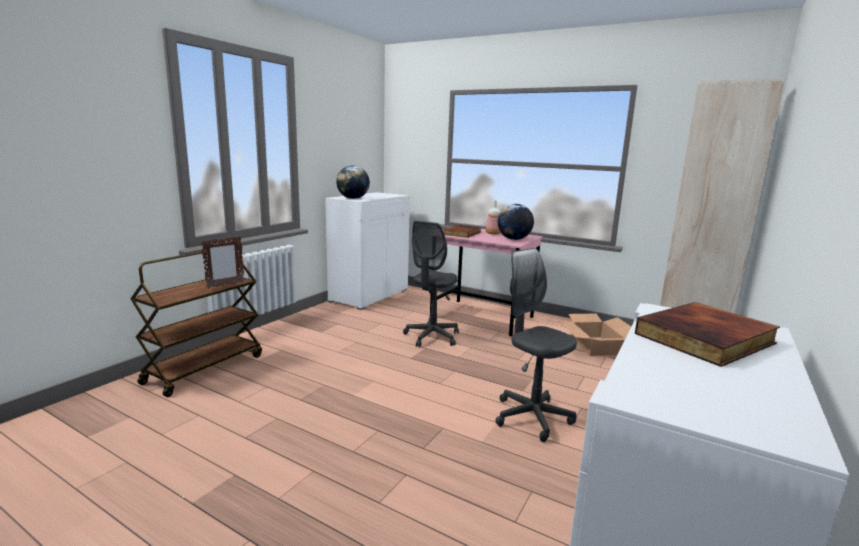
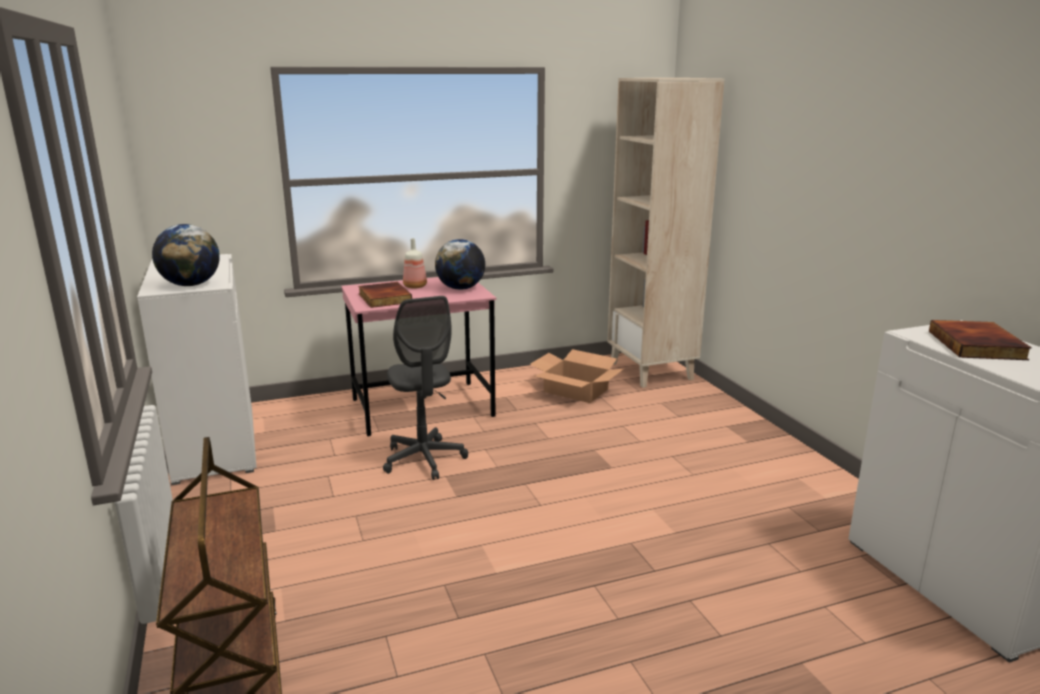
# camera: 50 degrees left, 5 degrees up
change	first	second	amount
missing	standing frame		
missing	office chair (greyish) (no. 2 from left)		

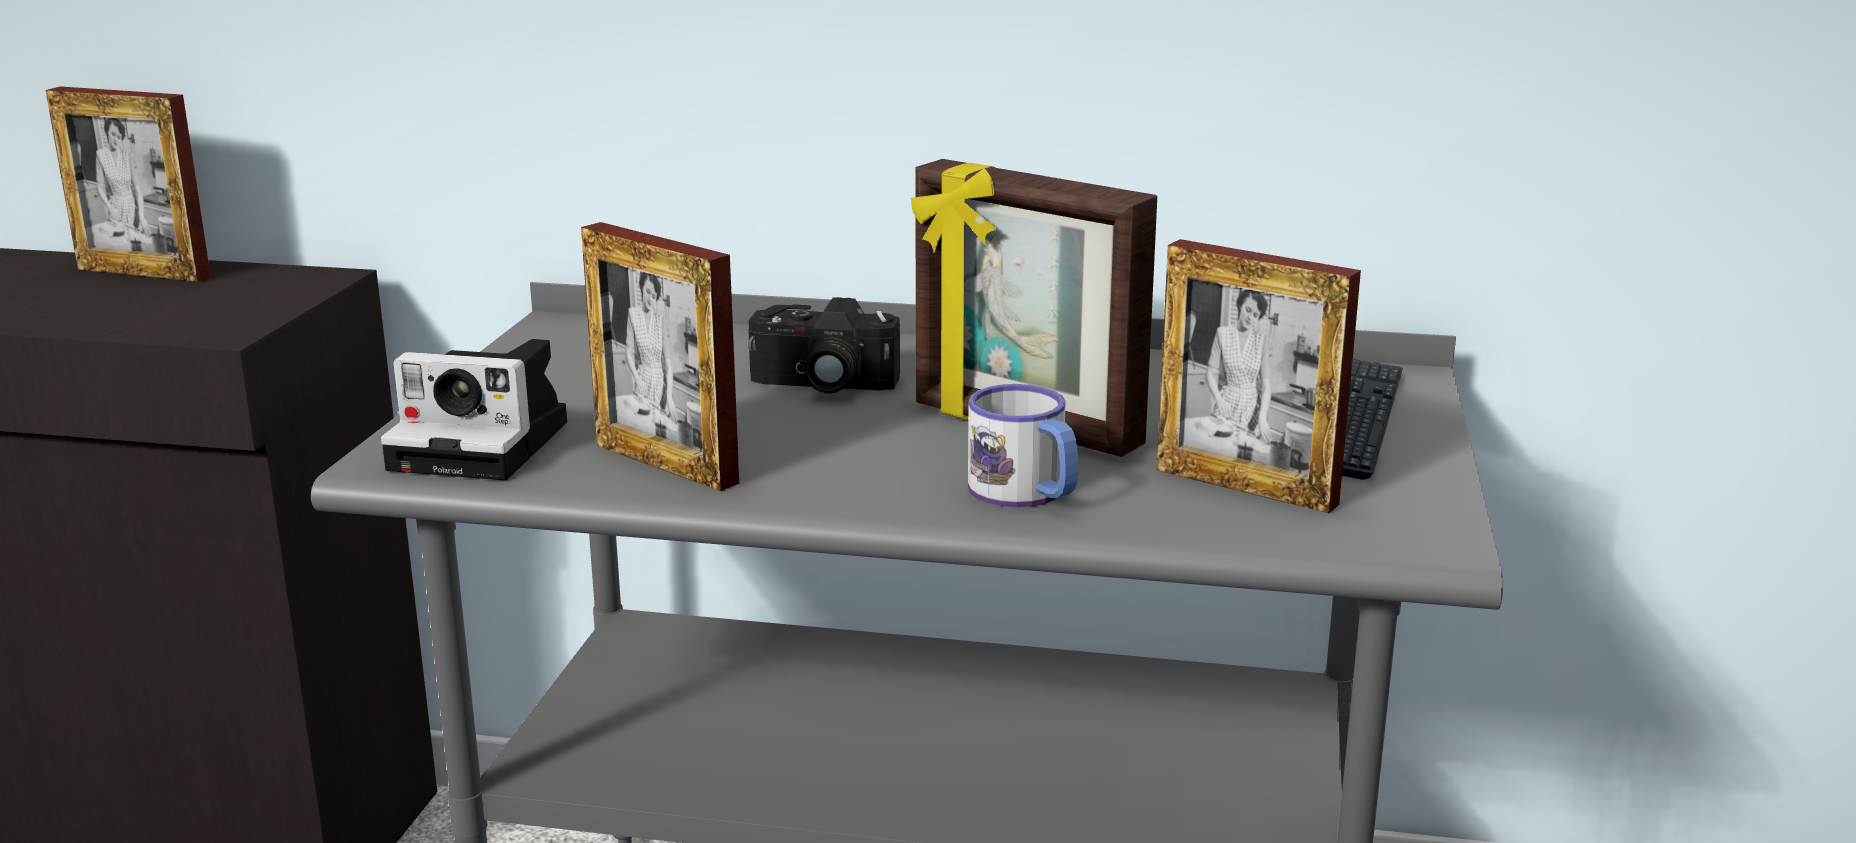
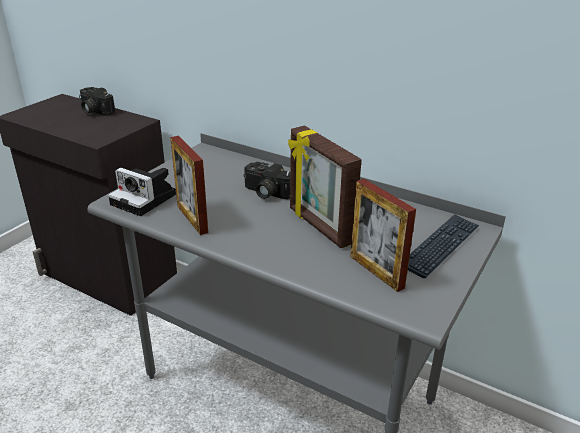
# camera: 20 degrees right, 10 degrees up
change	first	second	amount
exchanged	standing frame (no. 1 from left)	photo camera (no. 1 from left)	
missing	mug		

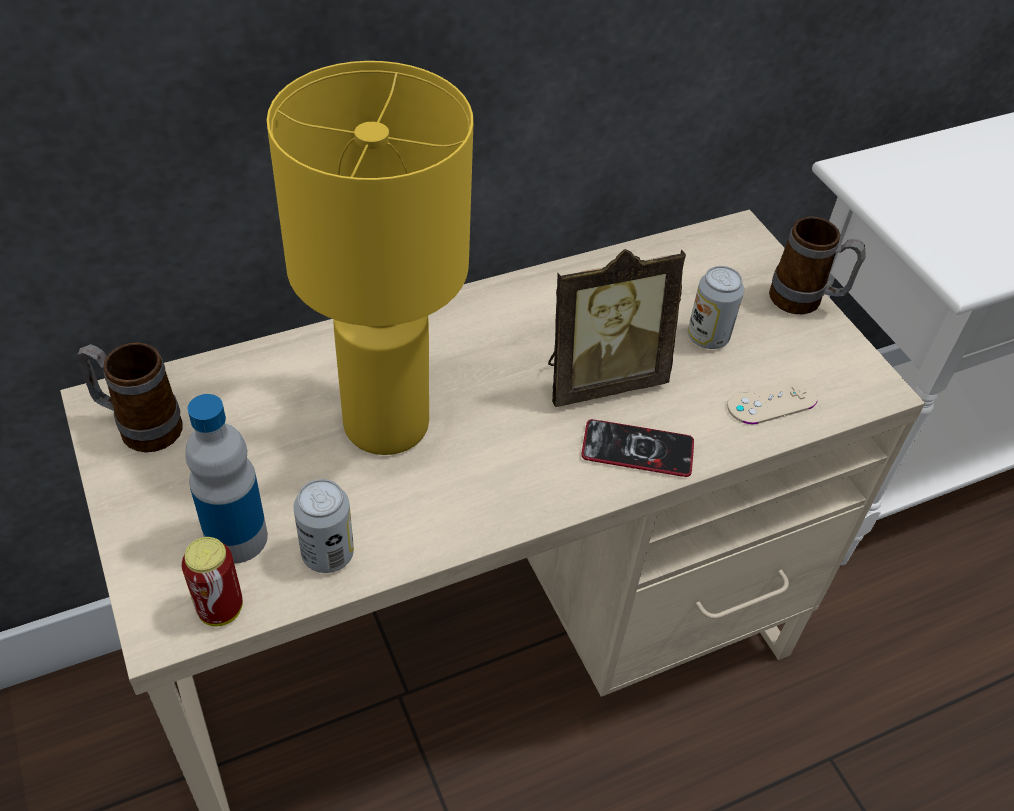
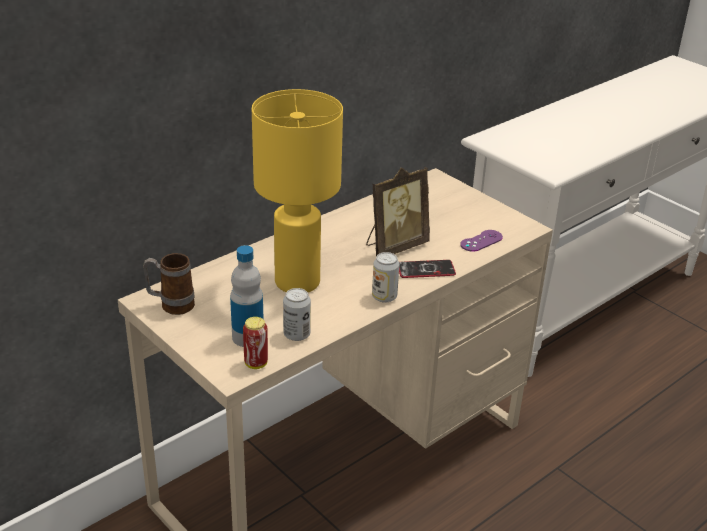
# camera: 15 degrees left, 15 degrees down
change	first	second	amount
relocated	sealed can (no. 3 from left)		
colour	game controller (beige)	game controller (purplish)	
missing	mug (no. 2 from left)		

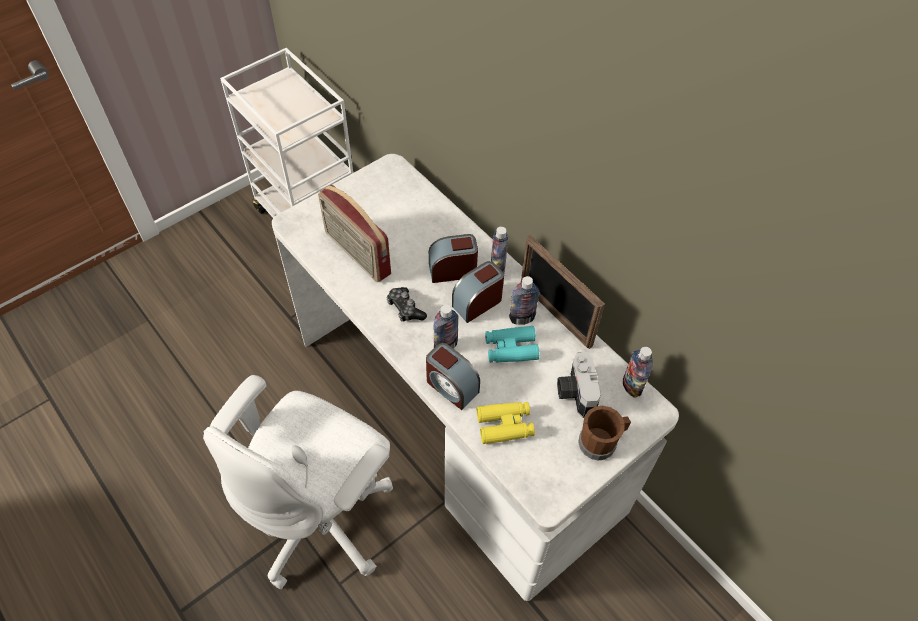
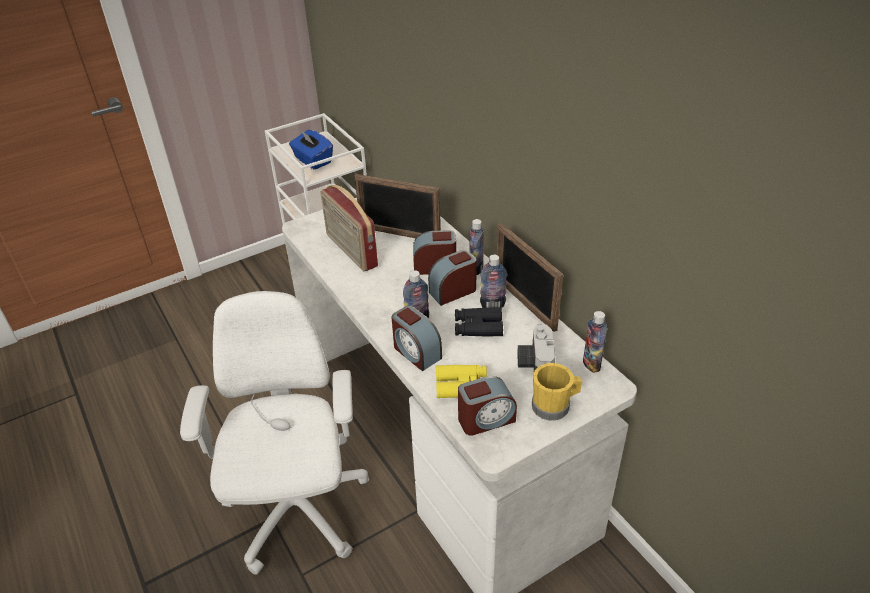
# camera: 10 degrees right, 15 degrees down
change	first	second	amount
spun	office chair (white)		135 degrees clockwise
appeared		box of tissues (blue-coloured)	
appeared		standing frame (no. 1 from left)	
colour	field glasses (turquoise)	field glasses (blackish)	
appeared		bedside clock (no. 4 from left)	
colour	mug (brownish)	mug (yellowish)	
missing	game controller		

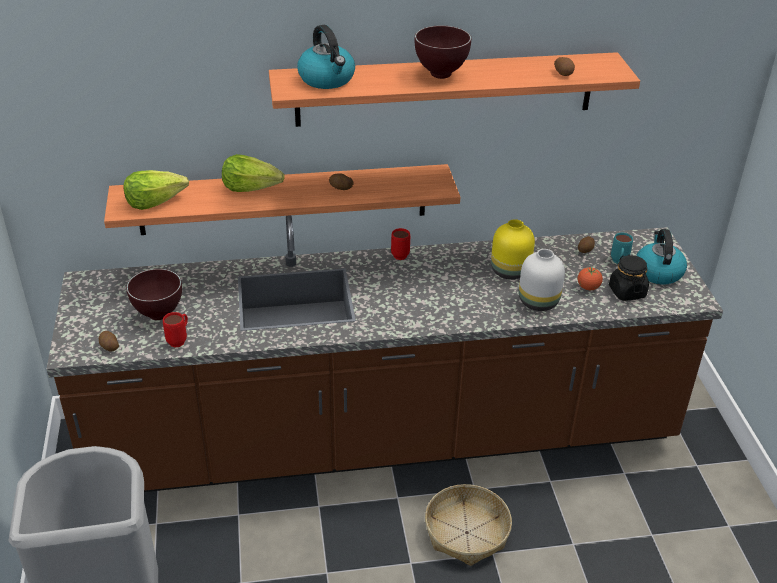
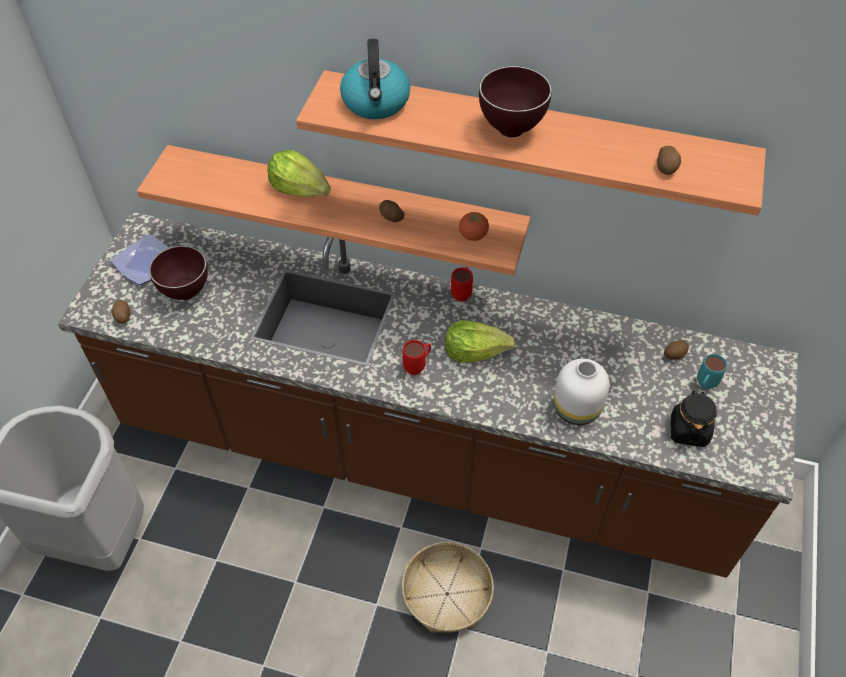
# camera: 25 degrees right, 15 degrees up
change	first	second	amount
appeared		plate	
relocated	mug (red-coloured) (no. 1 from left)		
relocated	lettuce (no. 1 from left in the first image)	lettuce (no. 2 from left)	
relocated	tomato		
missing	decorative vase (yellowish)		
missing	kettle (no. 2 from left)		

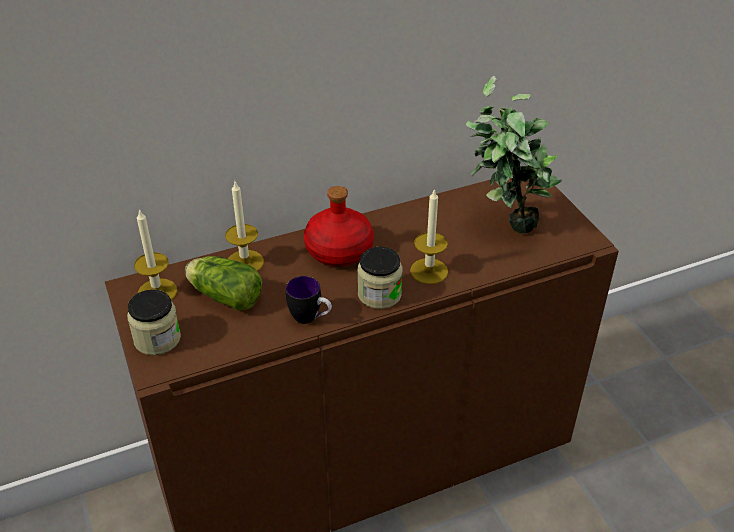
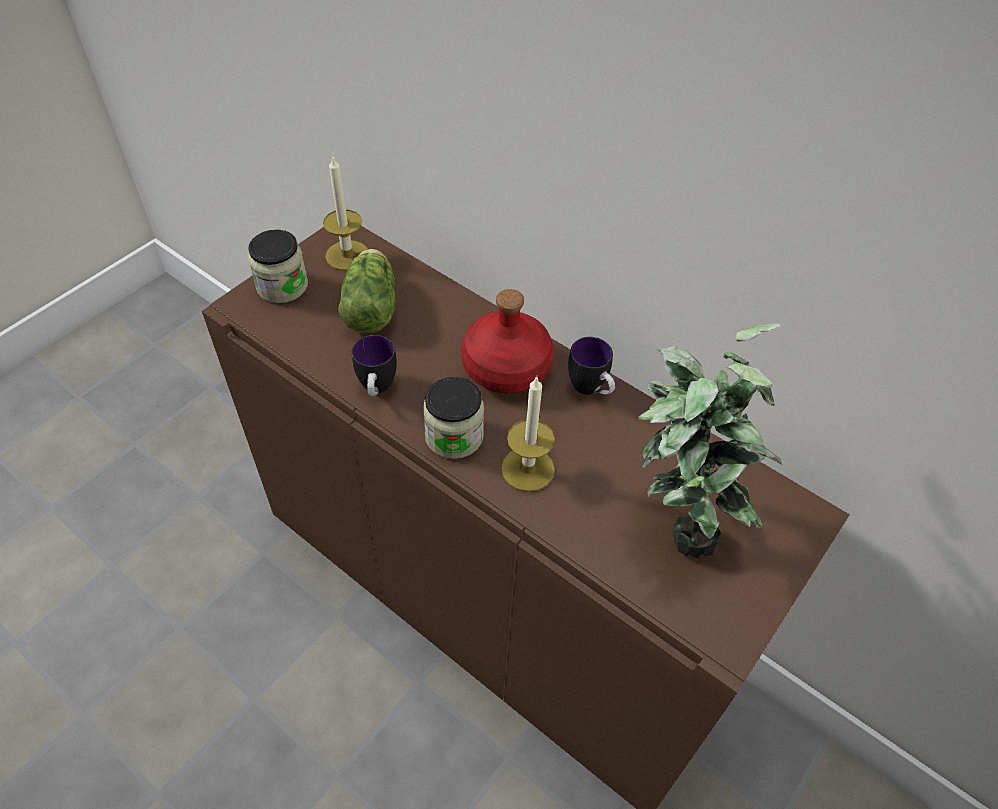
# camera: 60 degrees right, 10 degrees up
change	first	second	amount
appeared		mug (no. 2 from left)	
missing	wax light (no. 2 from left)		

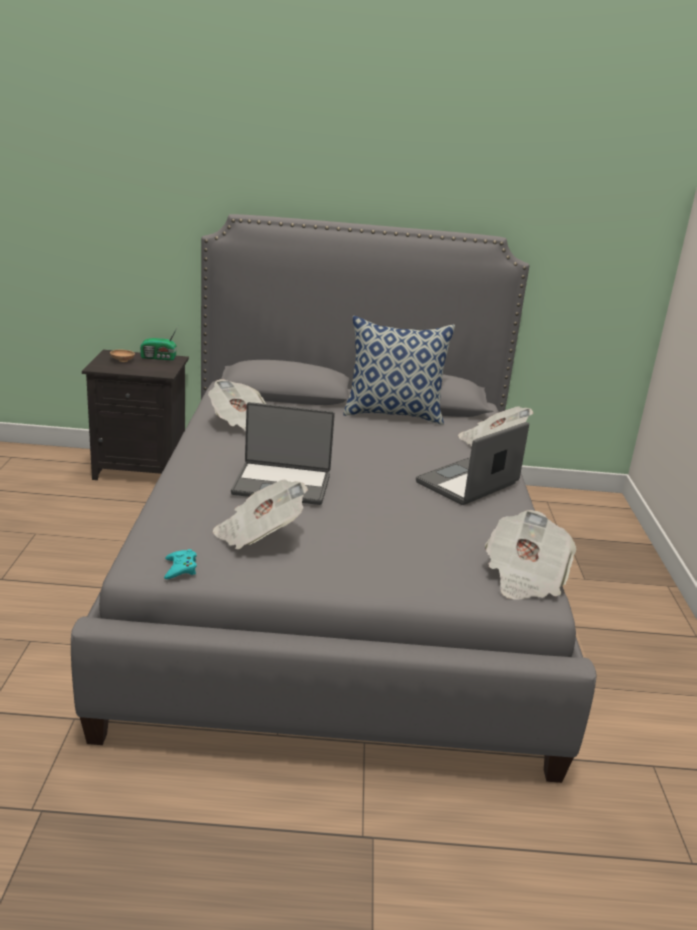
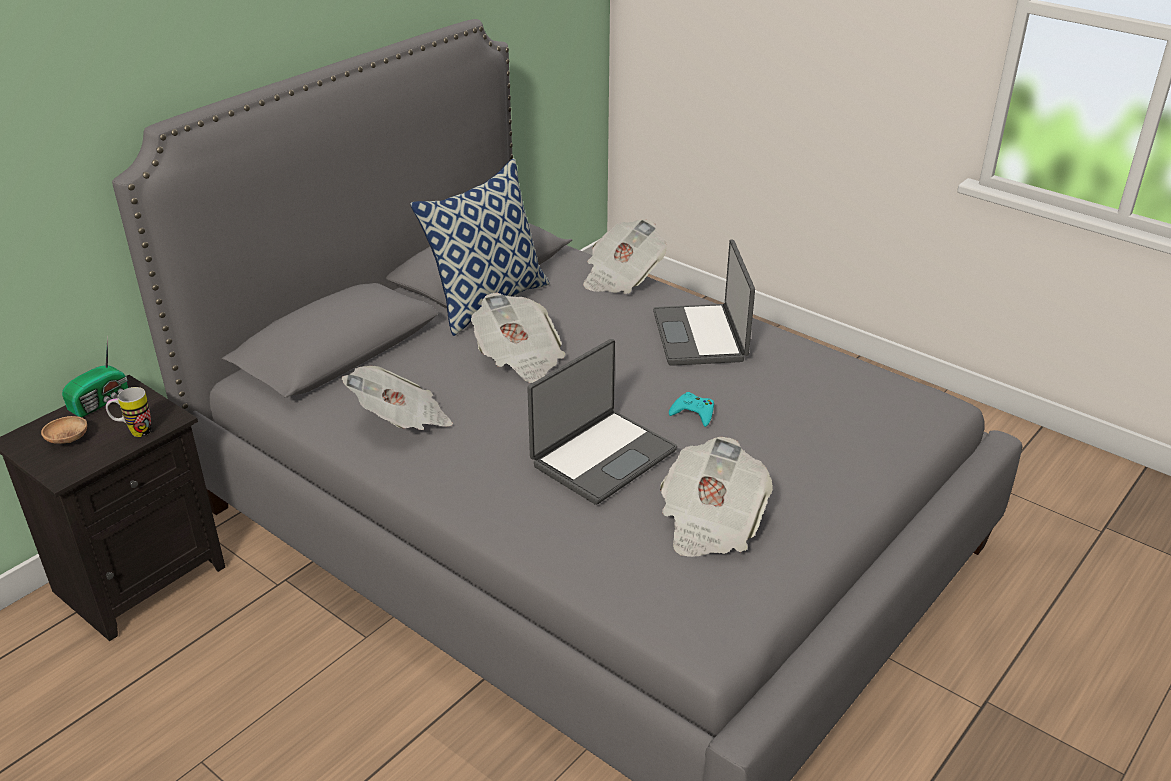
# camera: 50 degrees left, 10 degrees up
change	first	second	amount
appeared		mug	
relocated	newspaper (no. 4 from left in the first image)	newspaper (no. 2 from left)	
relocated	game controller (turquoise)		

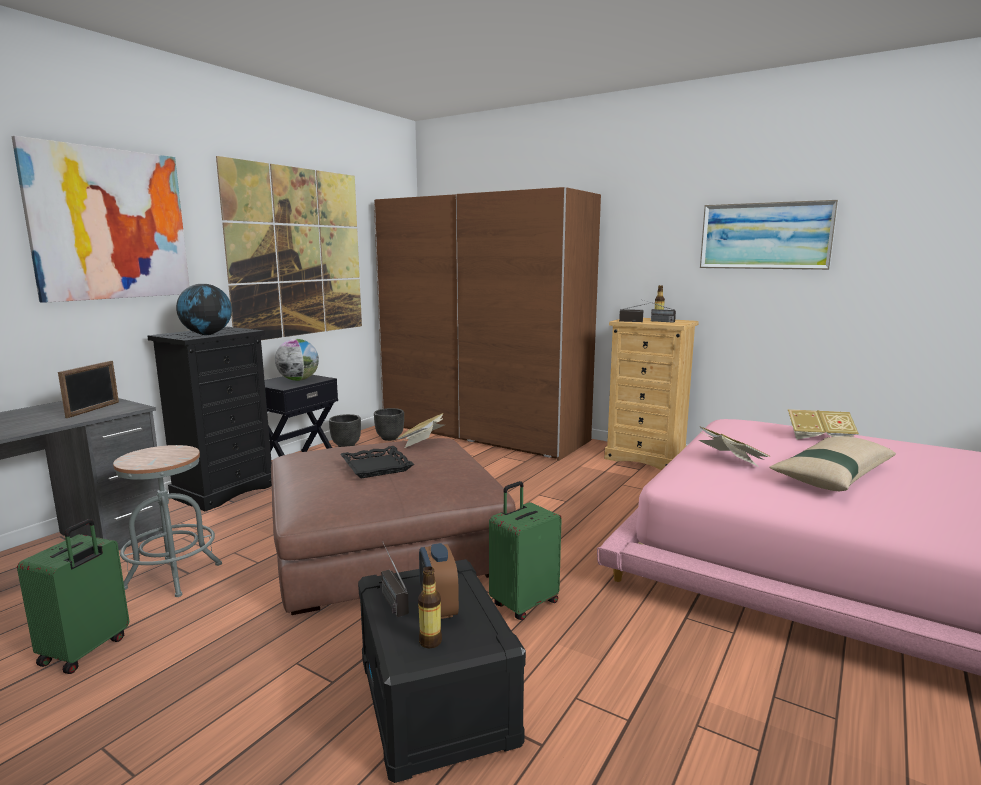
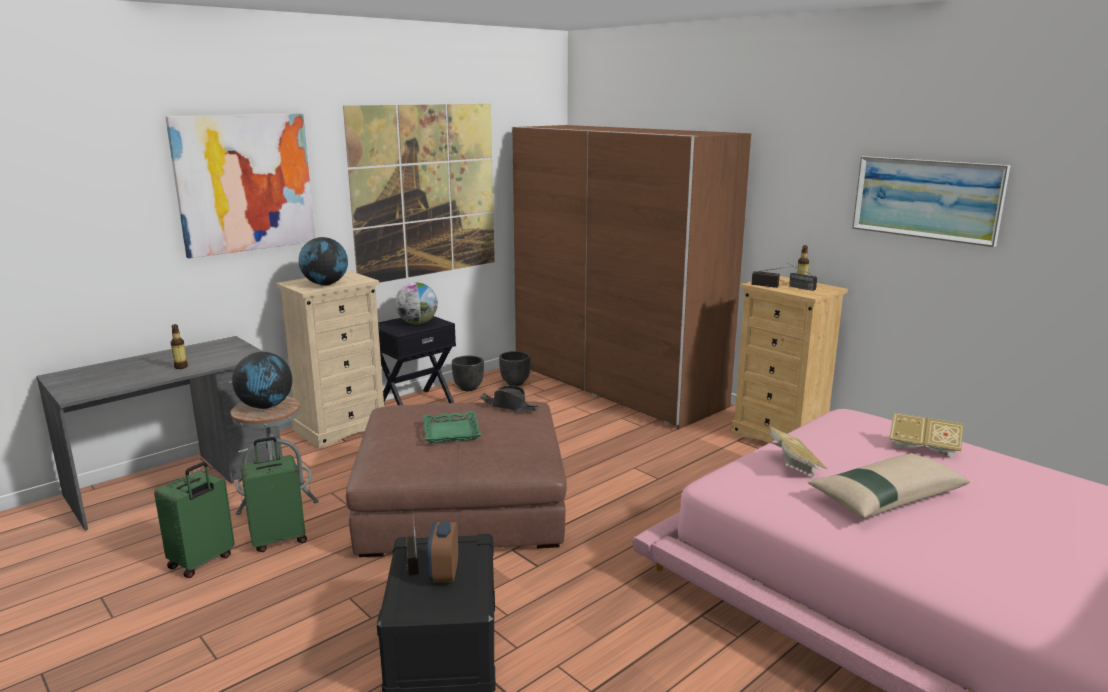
# camera: 15 degrees right, 5 degrees up
change	first	second	amount
relocated	drink bottle (no. 1 from left)		
appeared		desk globe (no. 1 from left)	
relocated	travel case (green-coloured) (no. 2 from left)		
colour	drawer chest (blackish)	drawer chest (beige) (no. 1 from left)	
colour	tray (blackish)	tray (green-coloured)	
exchanged	volume (no. 1 from left)	clothing hat (blackish)	
missing	standing frame		

